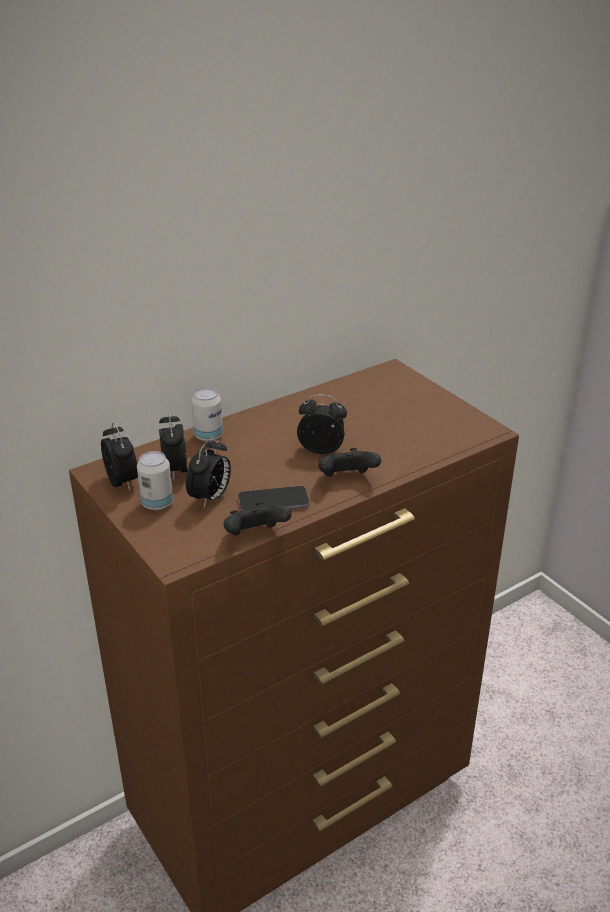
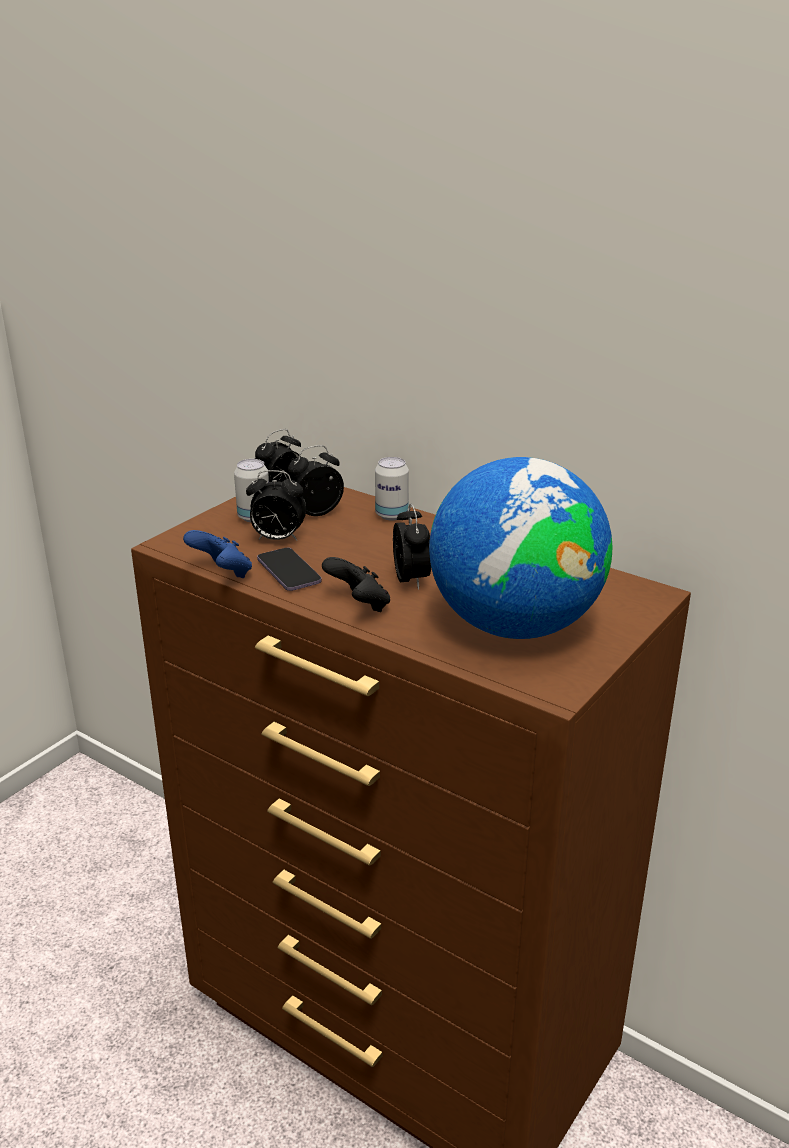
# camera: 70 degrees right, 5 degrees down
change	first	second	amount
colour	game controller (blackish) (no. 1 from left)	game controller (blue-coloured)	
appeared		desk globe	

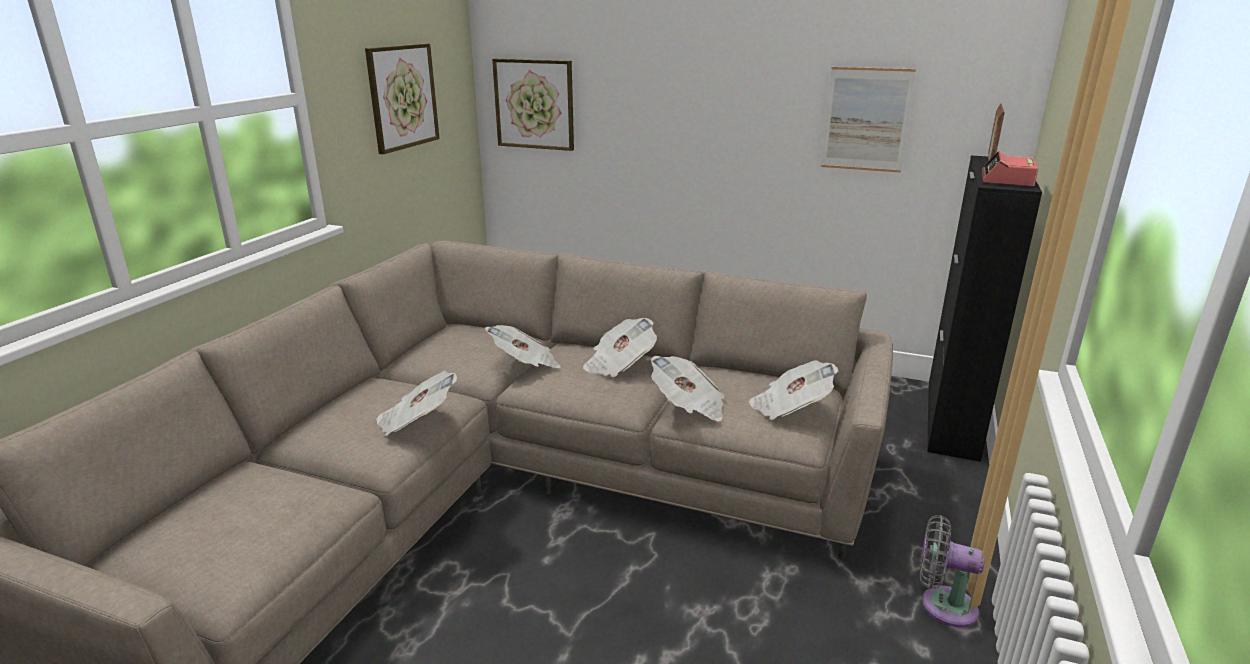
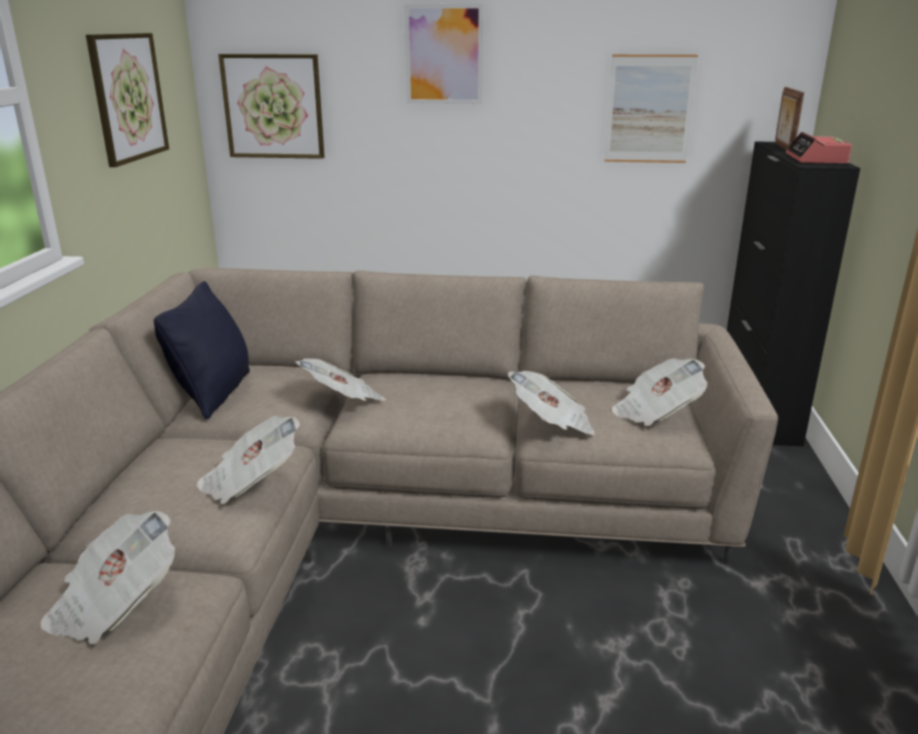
# camera: 15 degrees left, 0 degrees up
change	first	second	amount
relocated	newspaper (no. 3 from left in the first image)	newspaper (no. 1 from left)	
appeared		pillow (blackish)	
appeared		picture (no. 3 from left)	
missing	electric fan (greyish)		

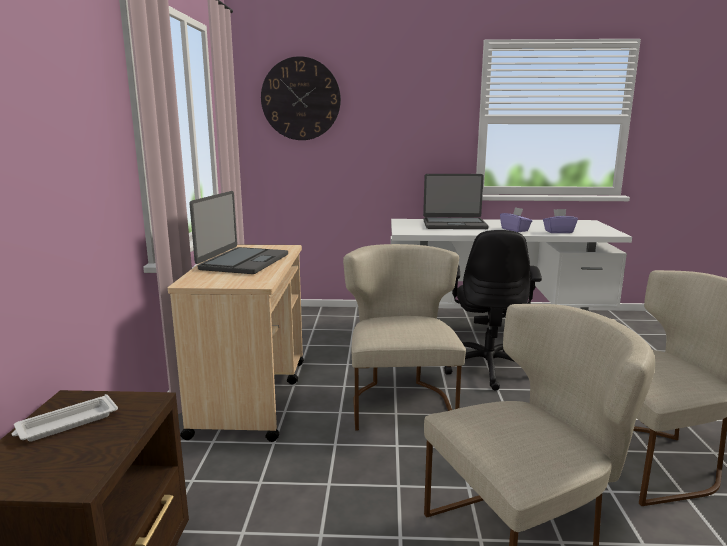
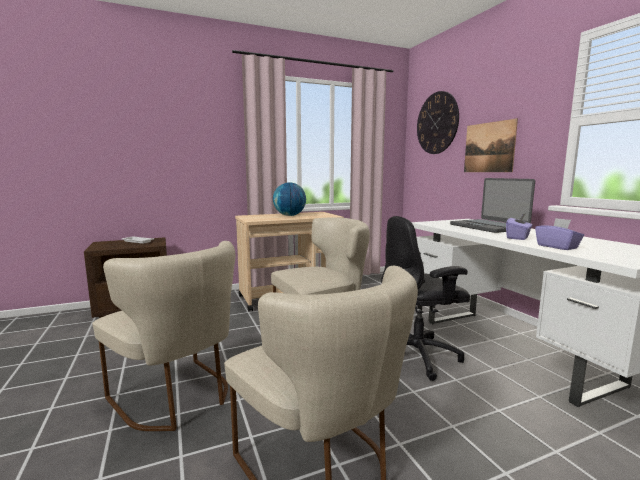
# camera: 65 degrees right, 5 degrees down
change	first	second	amount
exchanged	portable computer (no. 1 from left)	desk globe	
appeared		picture	

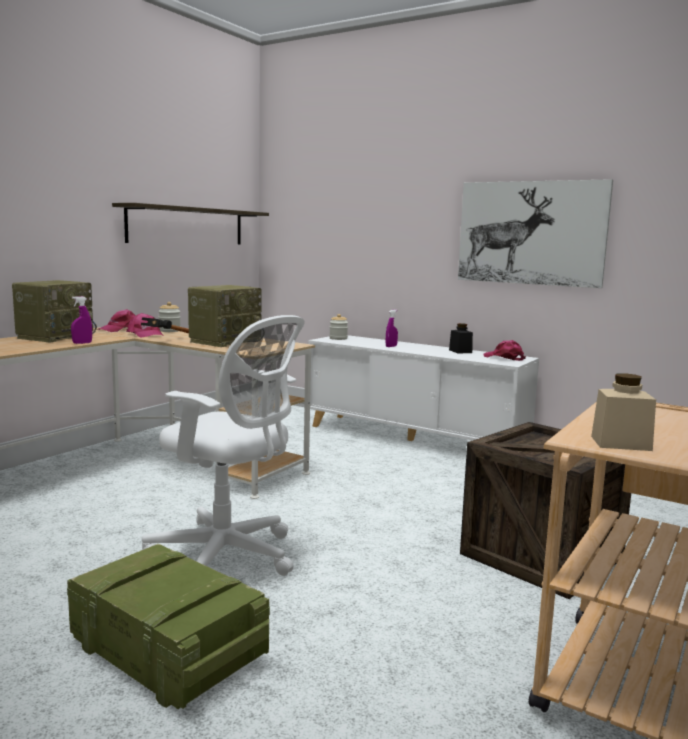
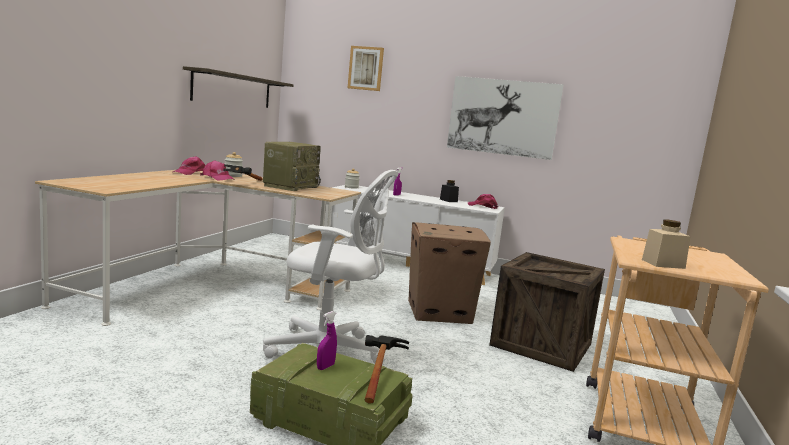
# camera: 15 degrees left, 0 degrees up
change	first	second	amount
relocated	spray bottle (purplish) (no. 1 from left)		
appeared		picture (no. 1 from left)	
appeared		hammer (no. 2 from left)	
appeared		carton	
missing	radio receiver (no. 1 from left)		

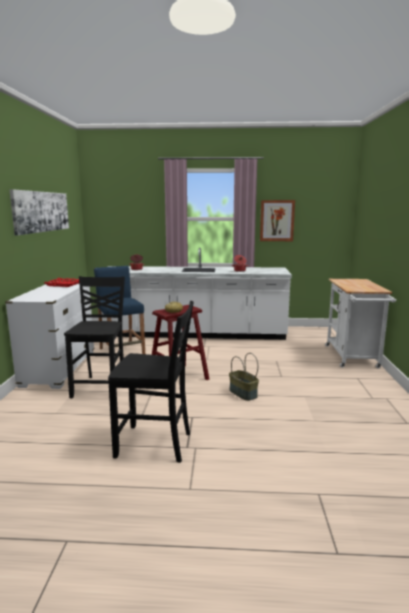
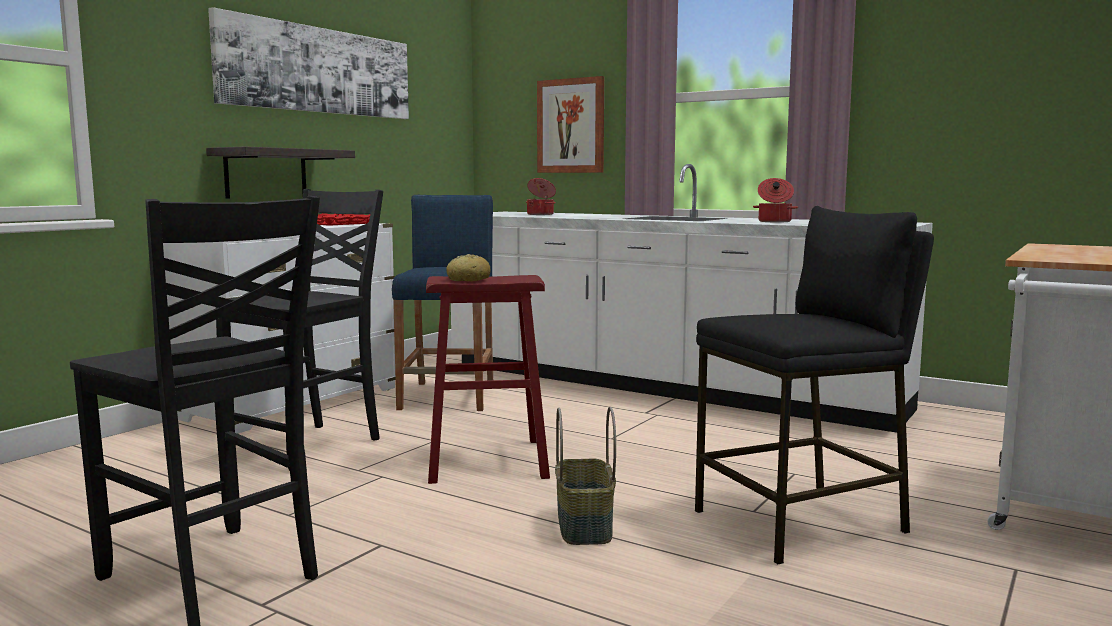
# camera: 30 degrees right, 5 degrees down
change	first	second	amount
appeared		bracket shelf	
relocated	picture (no. 2 from left)		
appeared		stool (blackish)	

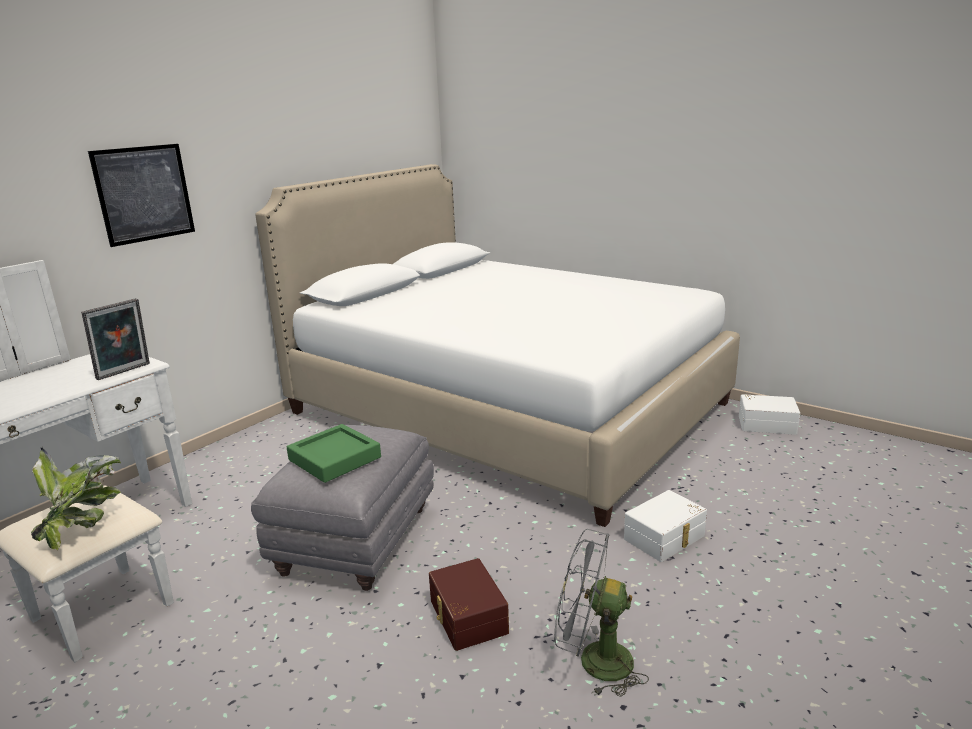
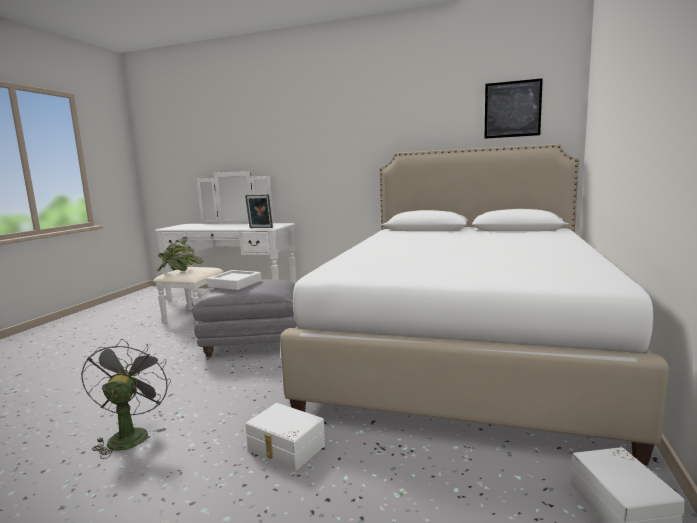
# camera: 70 degrees right, 10 degrees down
change	first	second	amount
colour	tray (green-coloured)	tray (white)	
relocated	picture		
missing	storage box (brownish)		

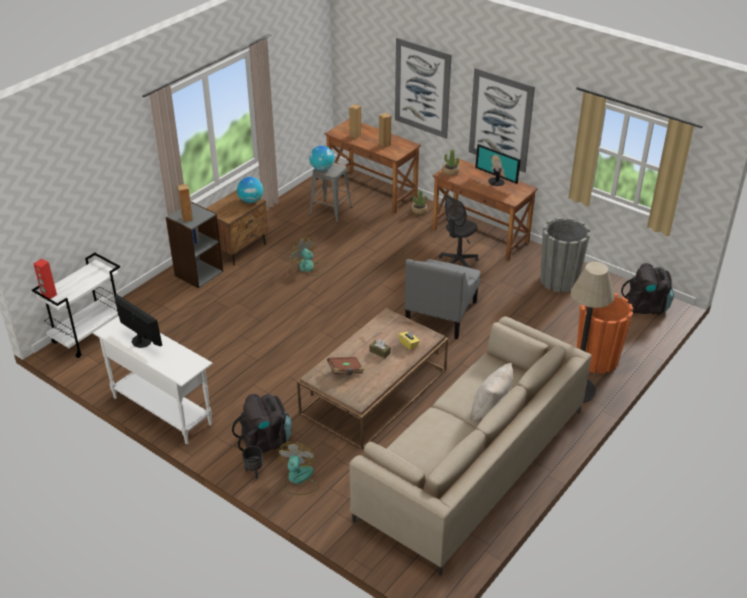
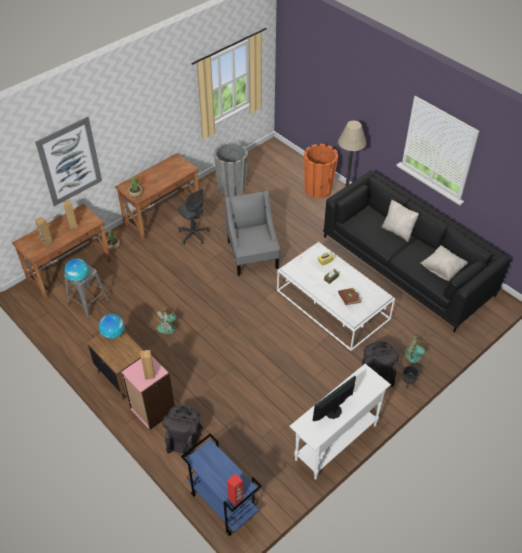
# camera: 80 degrees left, 10 degrees up
change	first	second	amount
colour	bookcase (greyish)	bookcase (pink)	
relocated	backpack (blackish) (no. 2 from left in the first image)	backpack (blackish) (no. 1 from left)	
colour	trolley (white)	trolley (blue-coloured)	
spun	lounge chair (greyish)		135 degrees counterclockwise
colour	lounge table (brownish)	lounge table (white)	
colour	sofa (beige)	sofa (blackish)	
appeared		pillow (beige) (no. 2 from left)	
missing	picture (no. 2 from left)		
missing	computer display (no. 2 from left)		

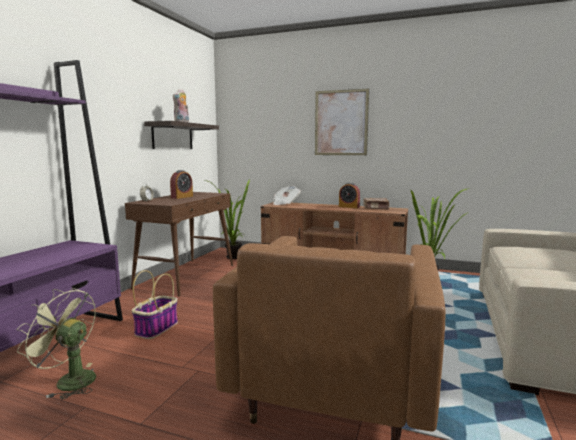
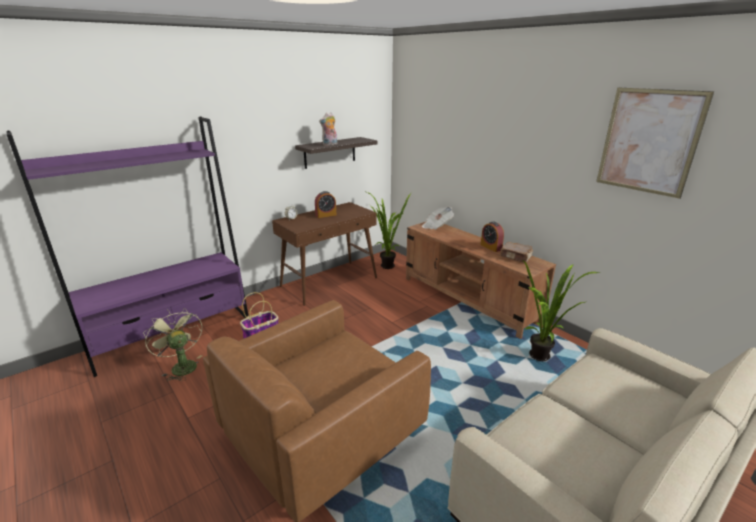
# camera: 30 degrees right, 15 degrees up
change	first	second	amount
relocated	picture		

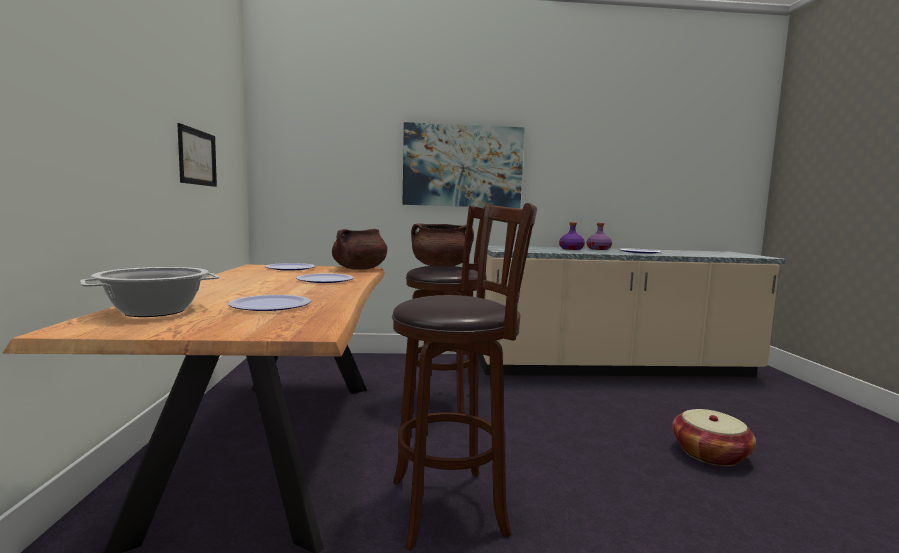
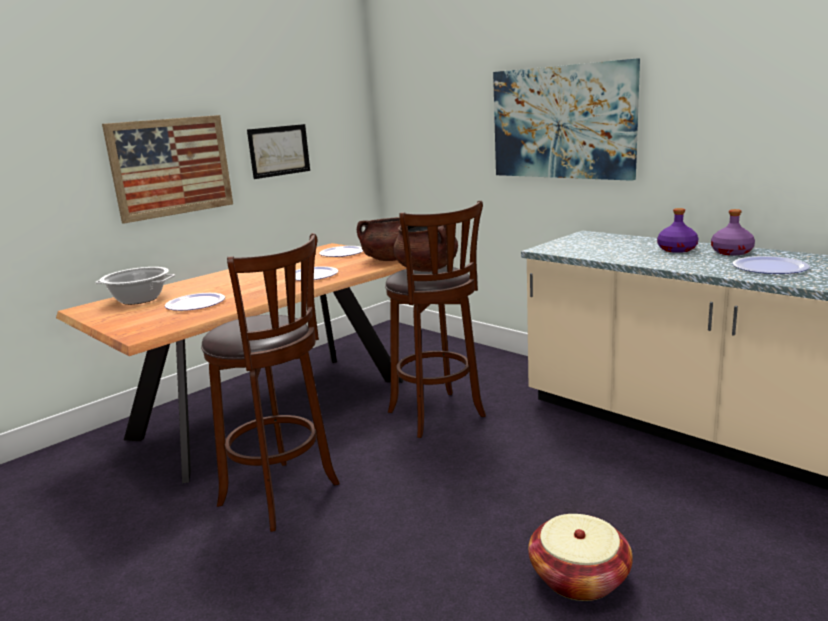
# camera: 50 degrees right, 10 degrees up
change	first	second	amount
appeared		picture (no. 1 from left)	

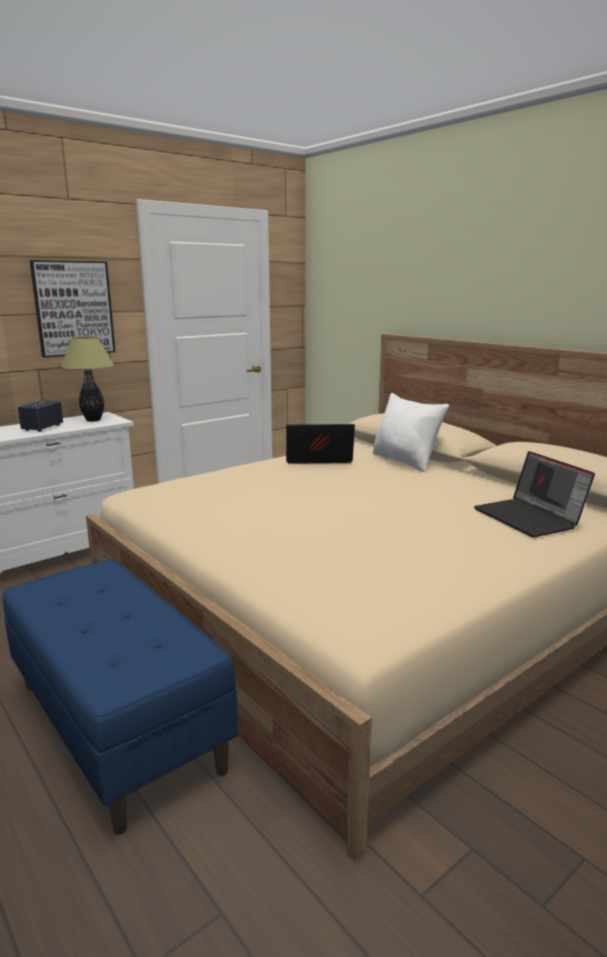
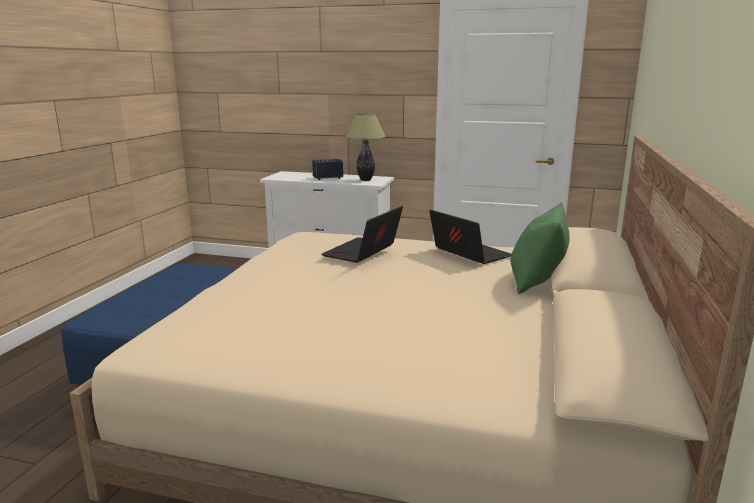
# camera: 55 degrees right, 0 degrees up
change	first	second	amount
relocated	portable computer (no. 2 from left in the first image)	portable computer (no. 1 from left)	
colour	pillow (white)	pillow (green-coloured)	
missing	picture		

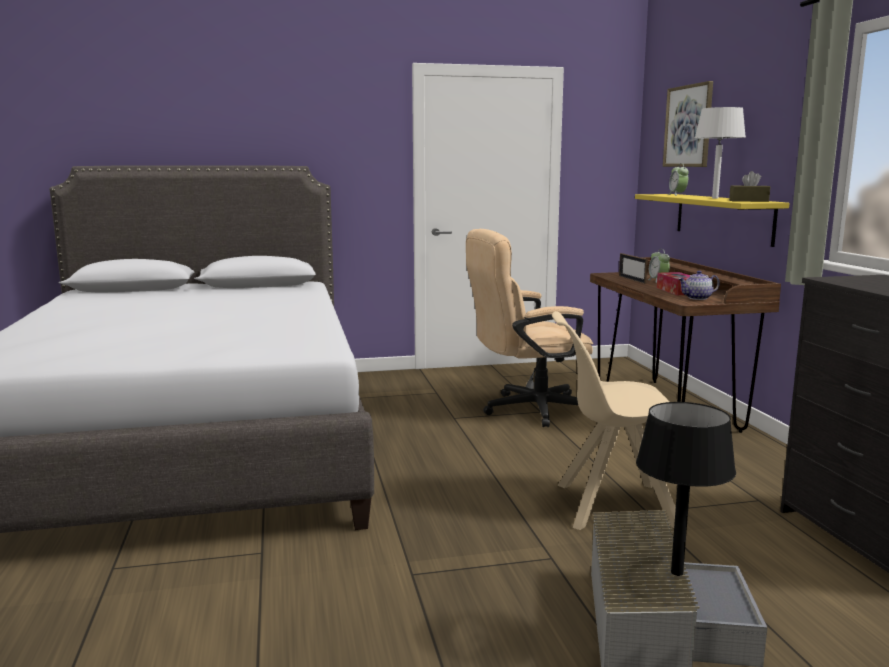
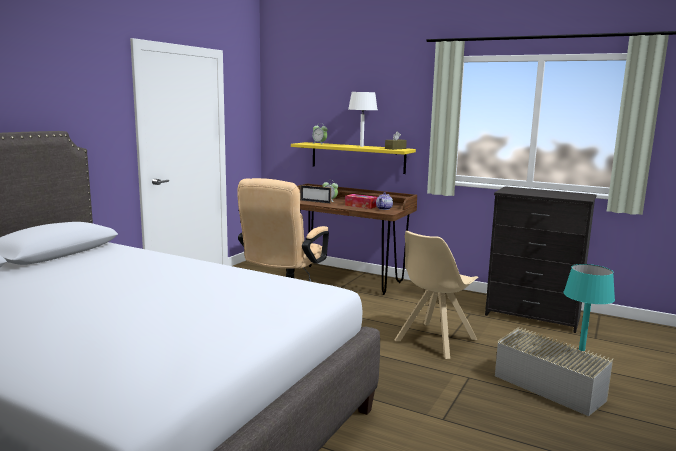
# camera: 50 degrees left, 0 degrees up
change	first	second	amount
colour	table lamp (blackish)	table lamp (turquoise)	
missing	picture		

